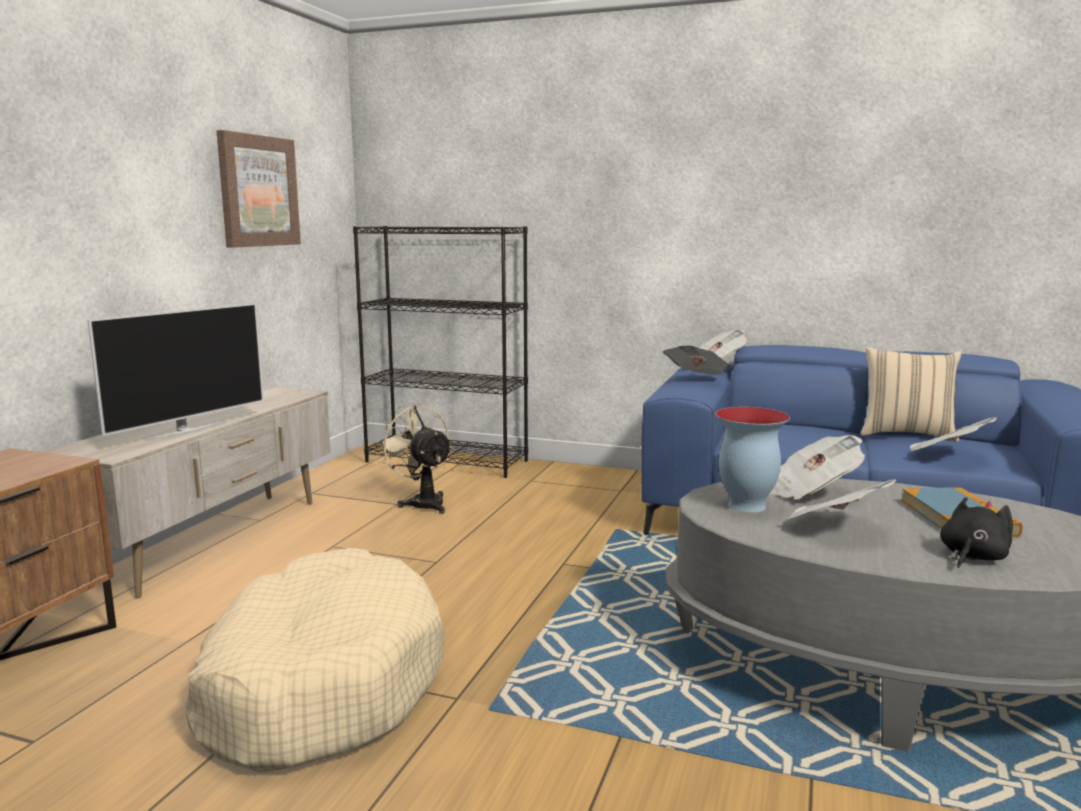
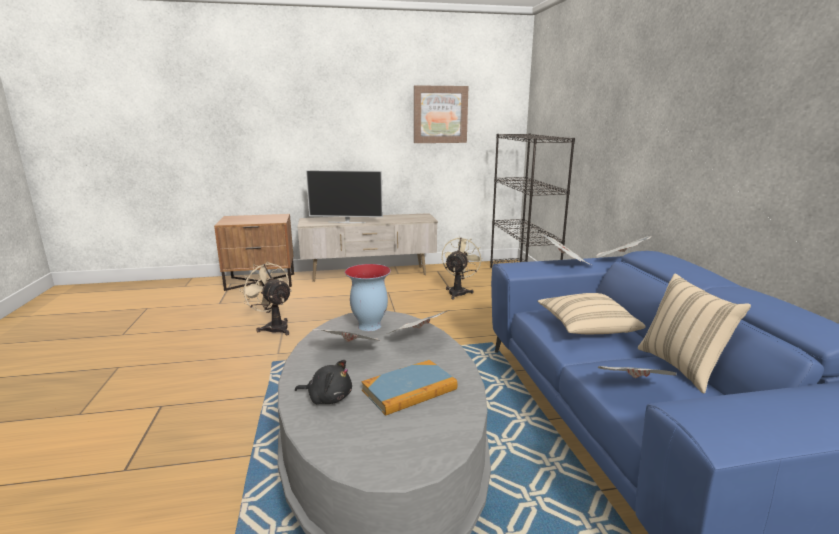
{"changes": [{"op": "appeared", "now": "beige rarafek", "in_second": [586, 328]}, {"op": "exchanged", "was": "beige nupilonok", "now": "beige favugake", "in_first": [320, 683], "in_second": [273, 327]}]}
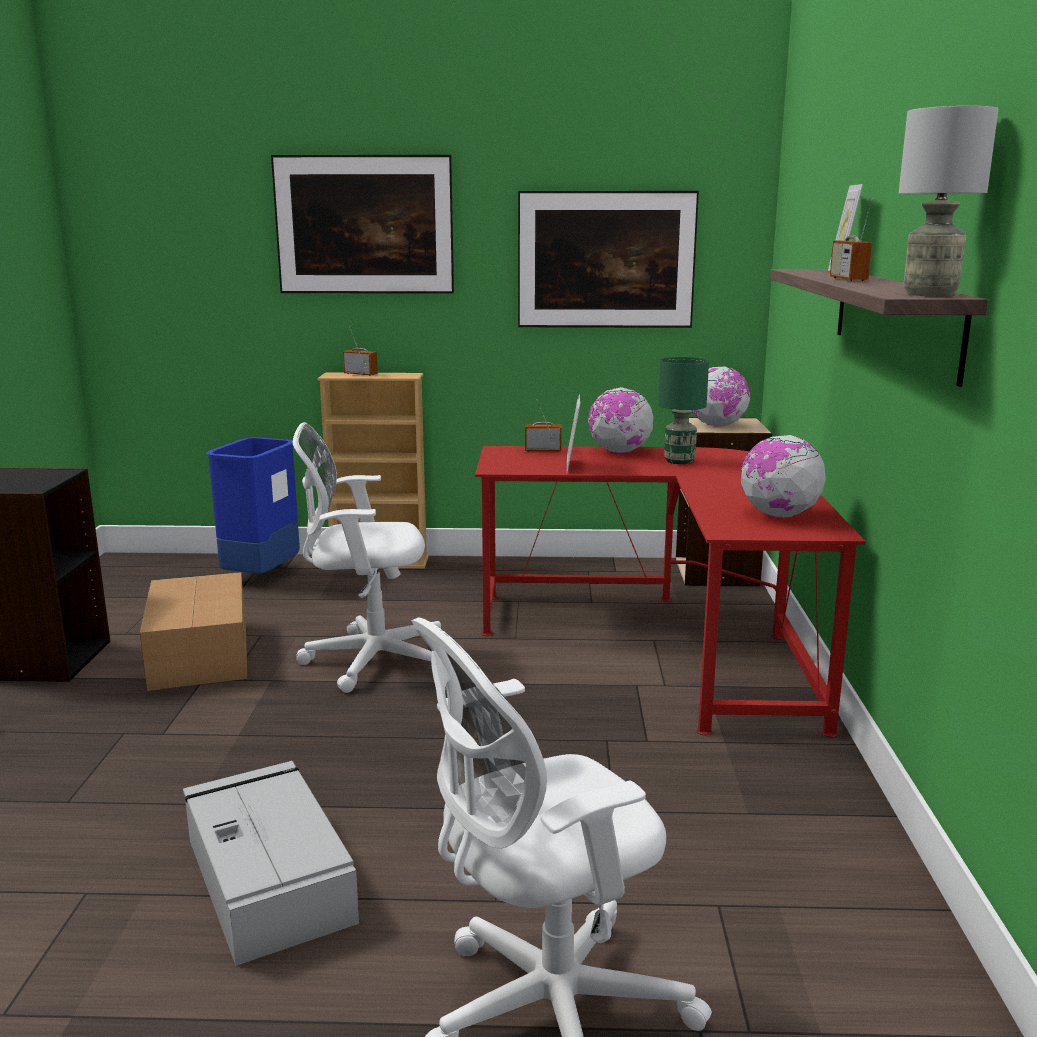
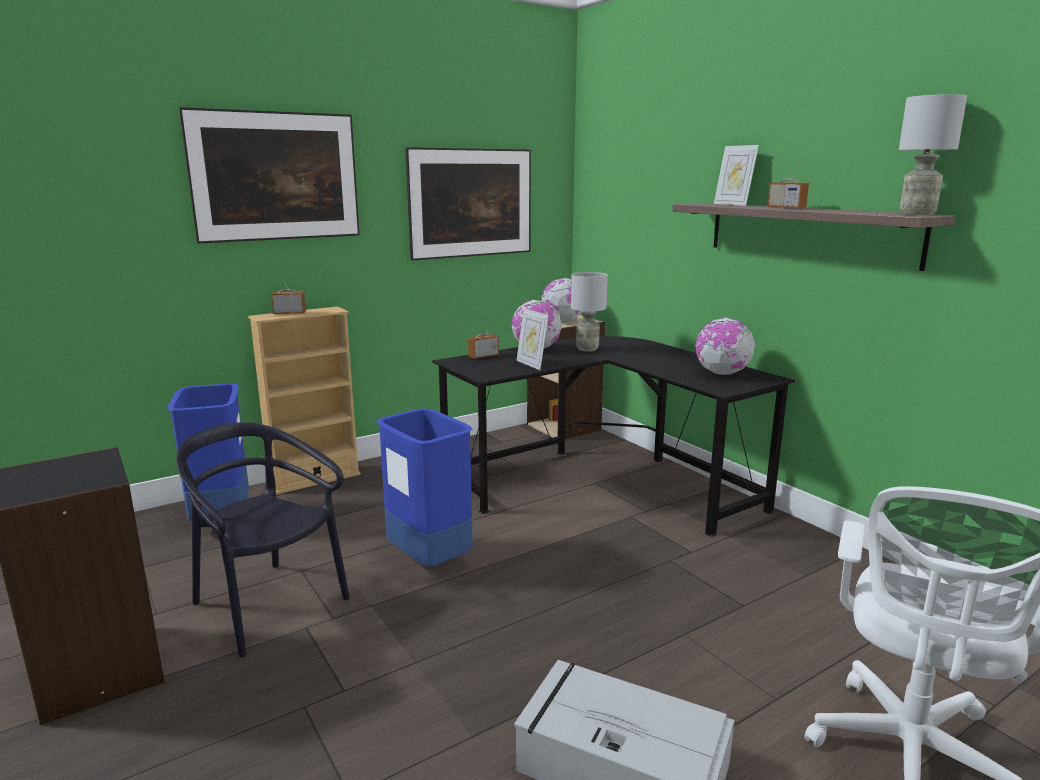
{"changes": [{"op": "exchanged", "was": "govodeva", "now": "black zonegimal", "in_first": [201, 653], "in_second": [268, 605]}, {"op": "exchanged", "was": "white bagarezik", "now": "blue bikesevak", "in_first": [370, 660], "in_second": [428, 560]}, {"op": "colour", "was": "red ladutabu", "now": "black ladutabu", "in_first": [666, 641], "in_second": [603, 481]}, {"op": "colour", "was": "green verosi", "now": "grey verosi", "in_first": [680, 461], "in_second": [587, 349]}]}
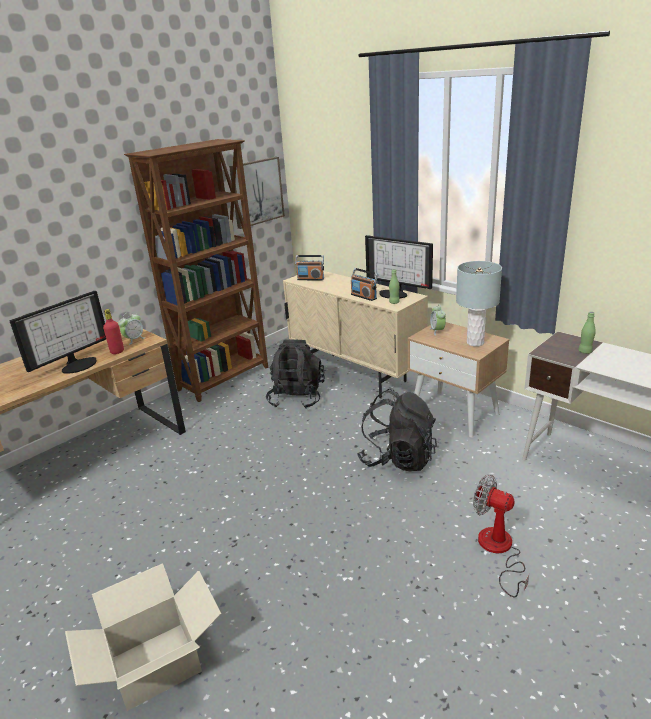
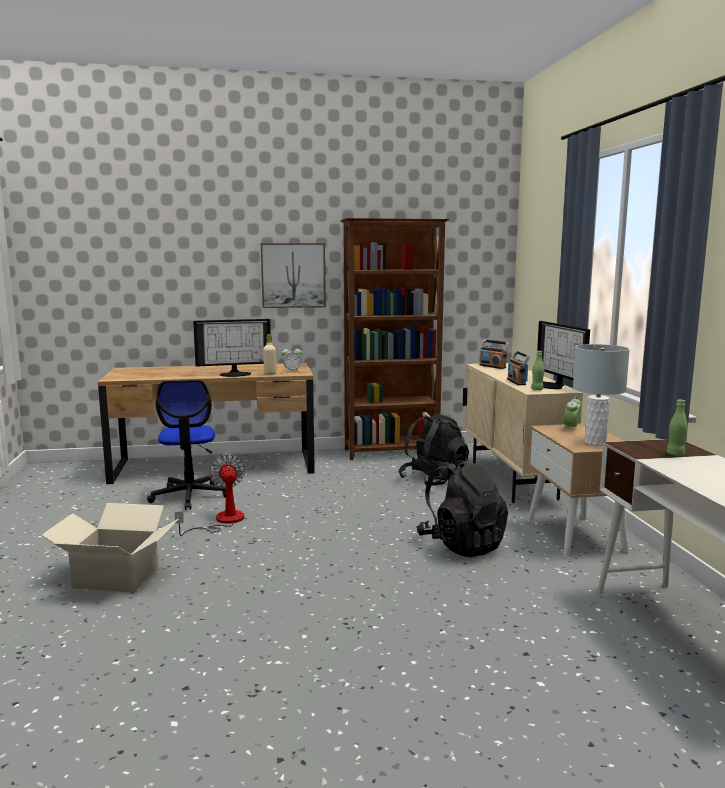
{"changes": [{"op": "appeared", "now": "bagarezik", "in_second": [190, 496]}, {"op": "relocated", "was": "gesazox", "in_first": [257, 192], "in_second": [293, 275]}, {"op": "relocated", "was": "favugake", "in_first": [498, 550], "in_second": [222, 521]}, {"op": "colour", "was": "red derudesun", "now": "beige derudesun", "in_first": [117, 351], "in_second": [270, 374]}]}
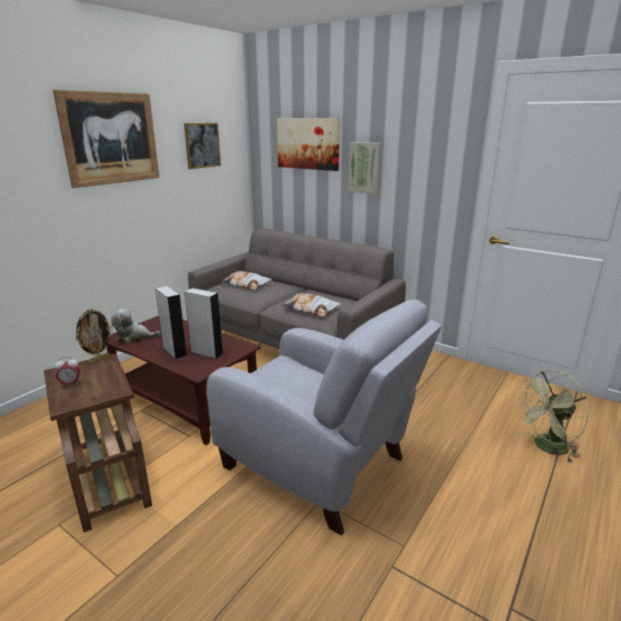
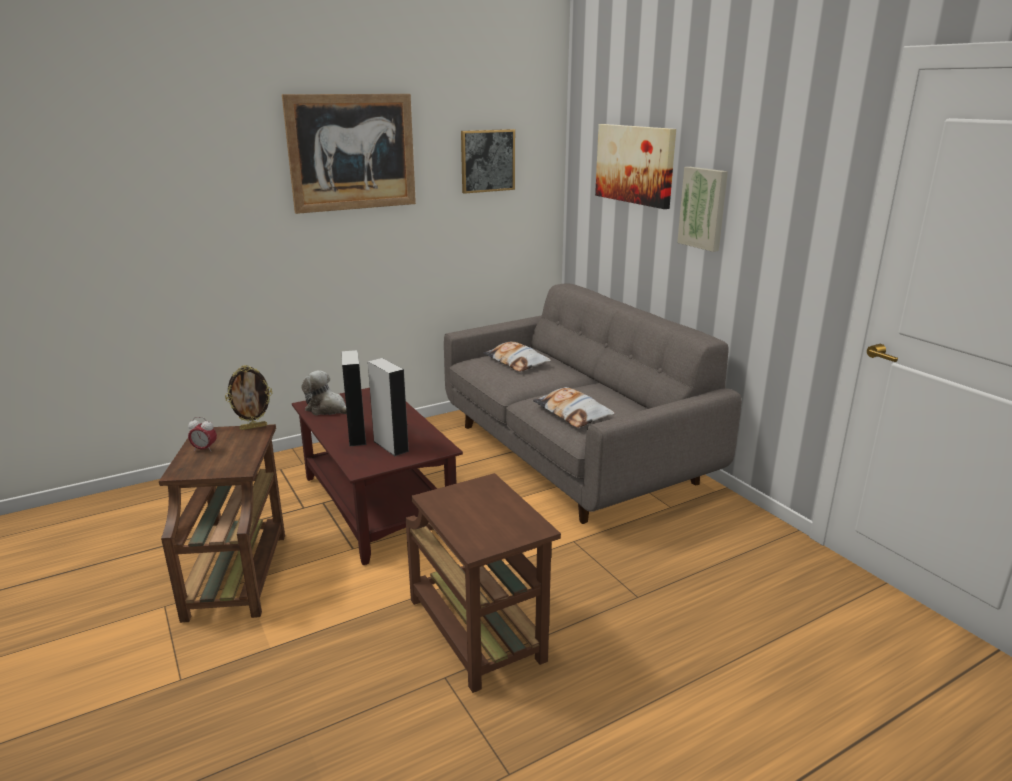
{"changes": [{"op": "missing", "was": "green favugake", "in_first": [546, 448]}, {"op": "exchanged", "was": "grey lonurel", "now": "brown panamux", "in_first": [319, 465], "in_second": [477, 633]}]}
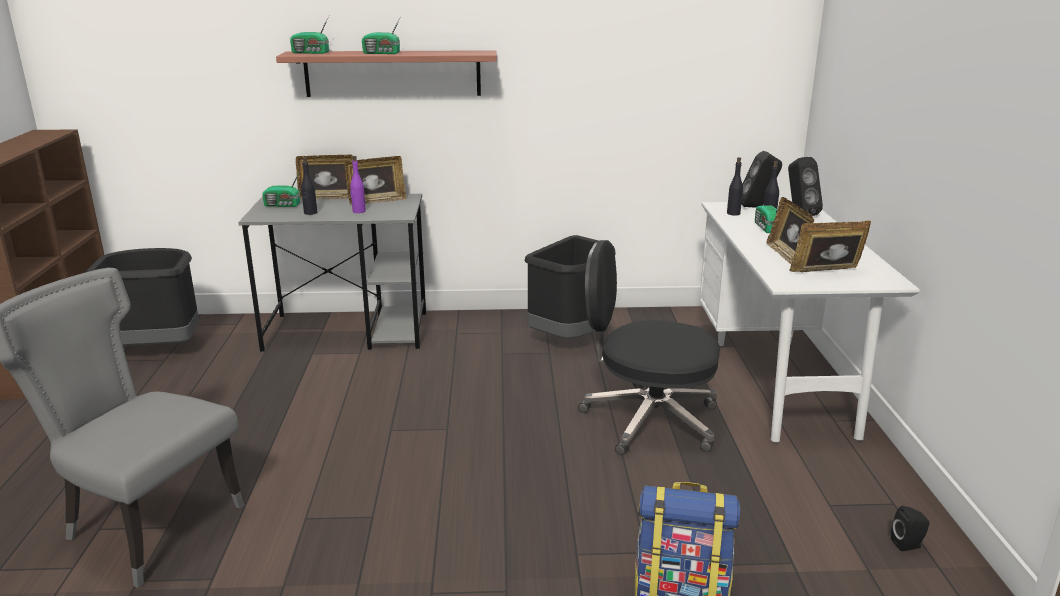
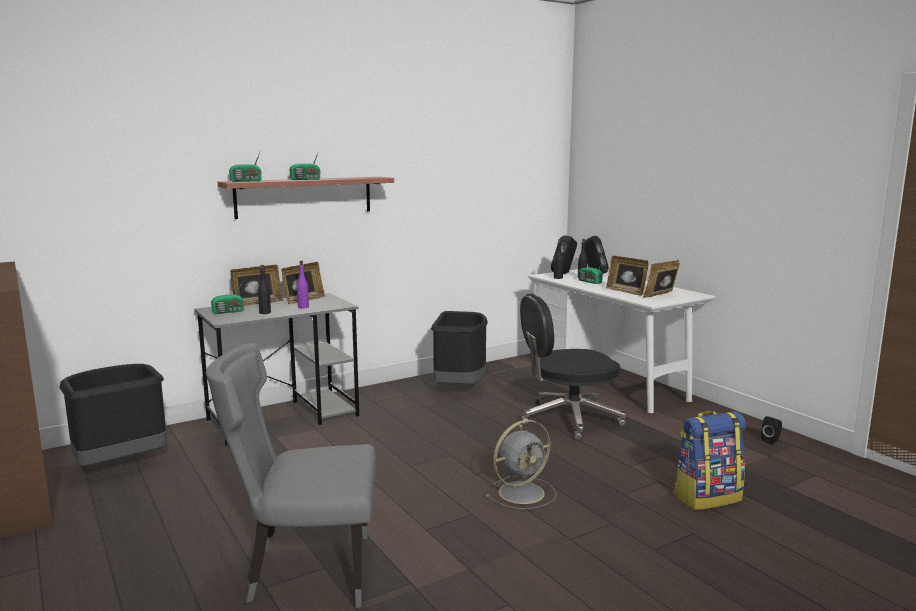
{"changes": [{"op": "appeared", "now": "grey favugake", "in_second": [523, 492]}]}
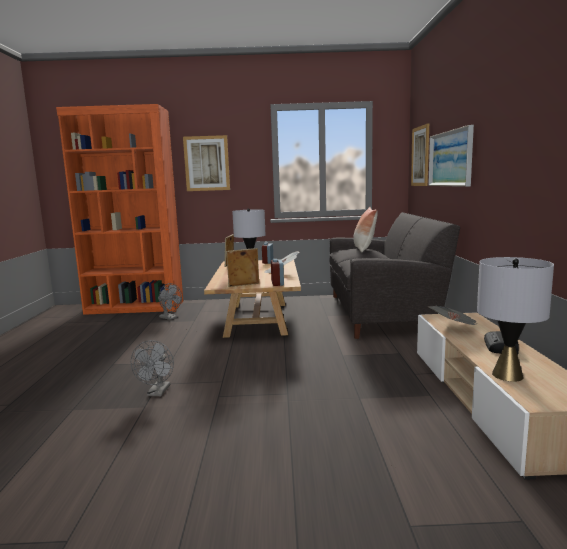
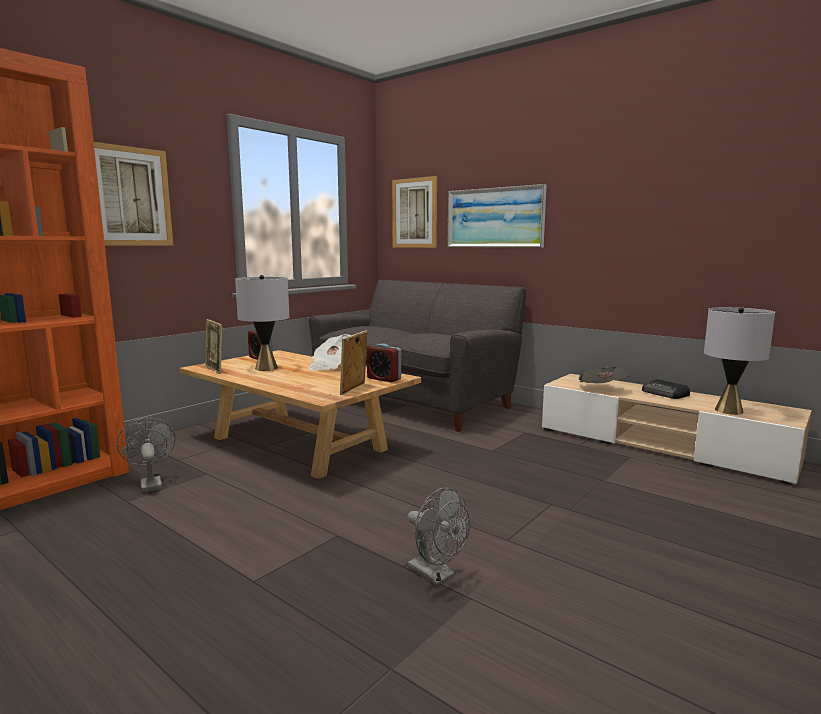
{"changes": [{"op": "missing", "was": "rarafek", "in_first": [364, 249]}, {"op": "spun", "was": "grey favugake", "in_first": [170, 318], "in_second": [150, 483], "clockwise": -105}]}
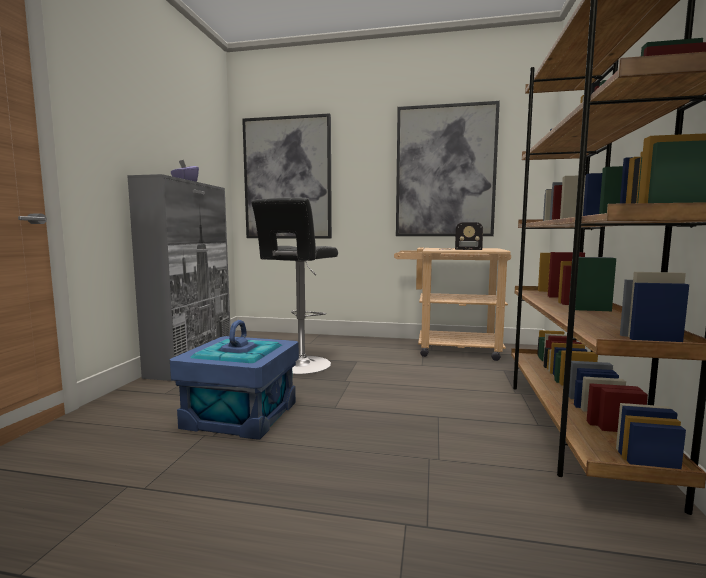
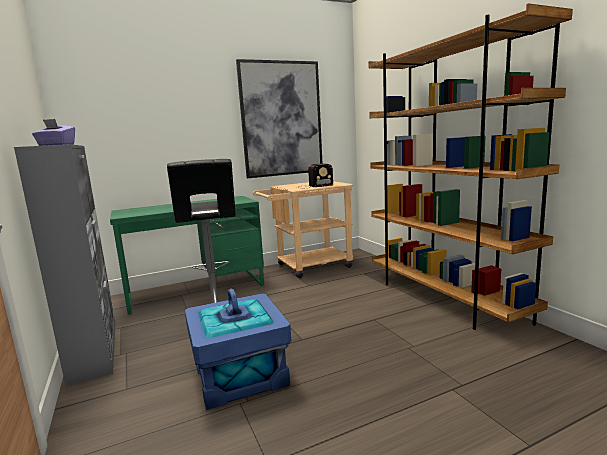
{"changes": [{"op": "missing", "was": "gesazox", "in_first": [287, 178]}, {"op": "appeared", "now": "green ladutabu", "in_second": [196, 290]}]}
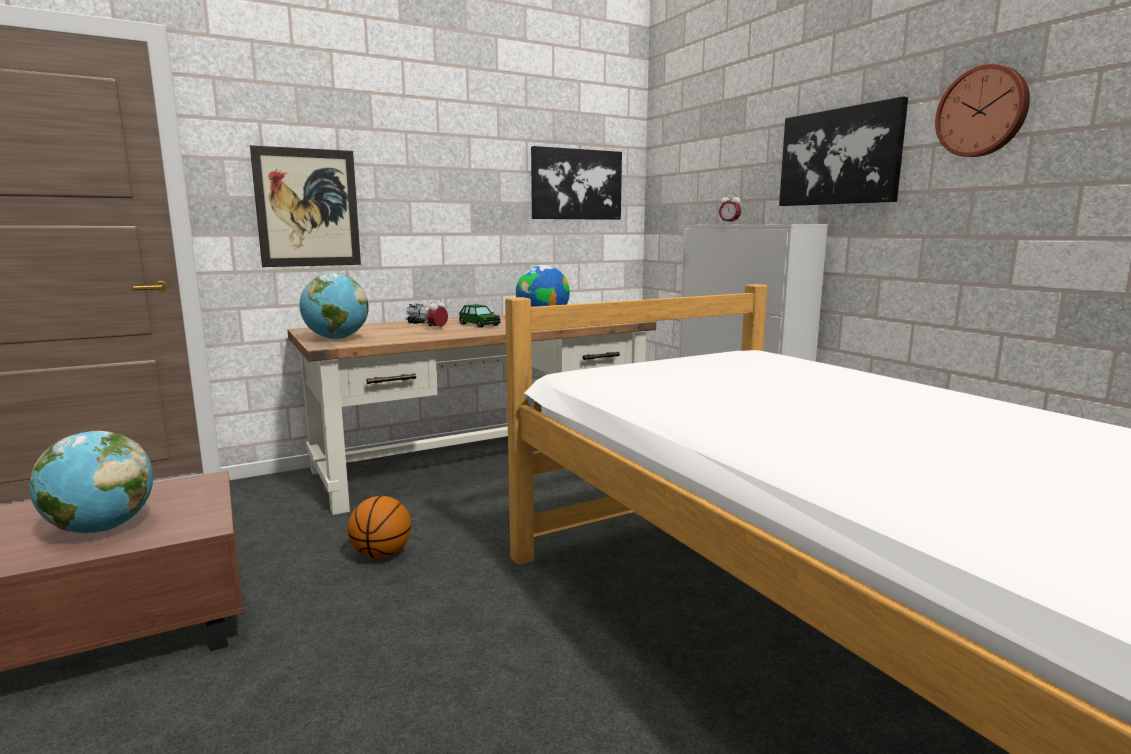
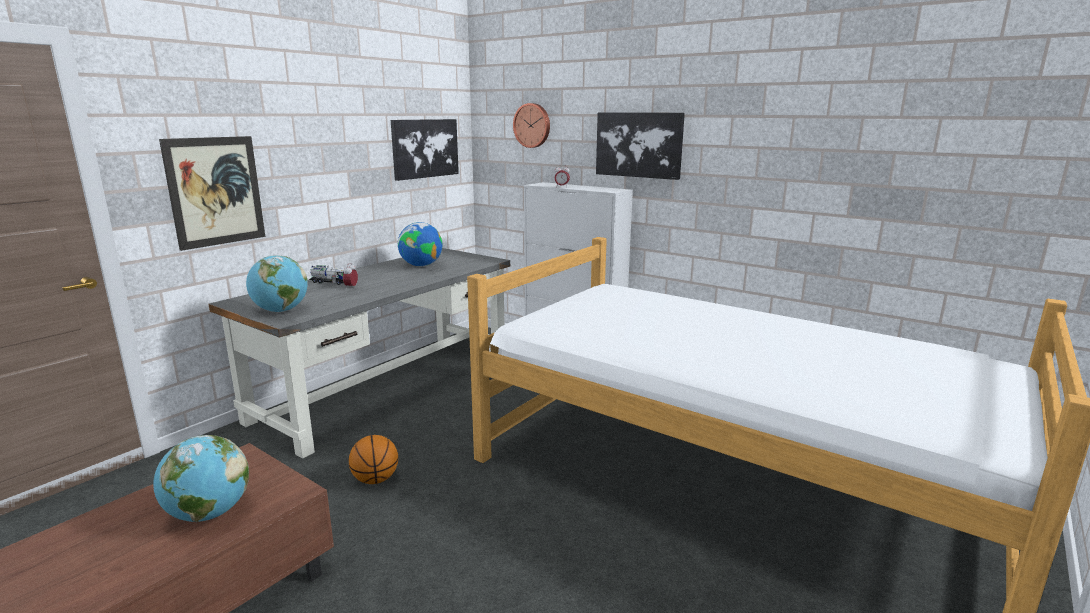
{"changes": [{"op": "missing", "was": "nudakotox", "in_first": [479, 325]}, {"op": "relocated", "was": "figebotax", "in_first": [983, 112], "in_second": [532, 125]}, {"op": "colour", "was": "brown ladutabu", "now": "grey ladutabu", "in_first": [484, 461], "in_second": [388, 387]}]}
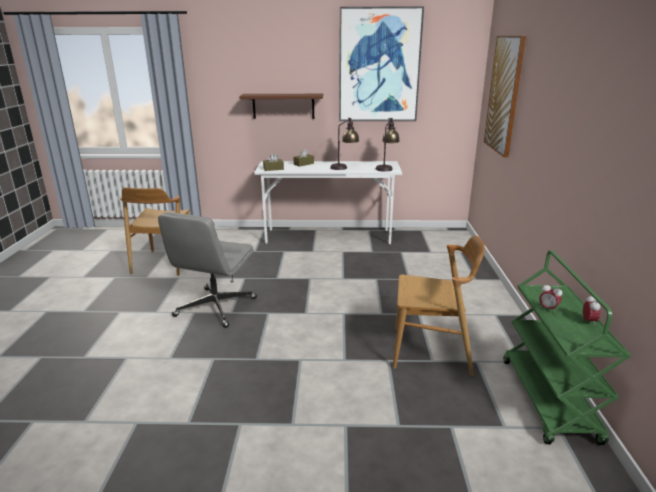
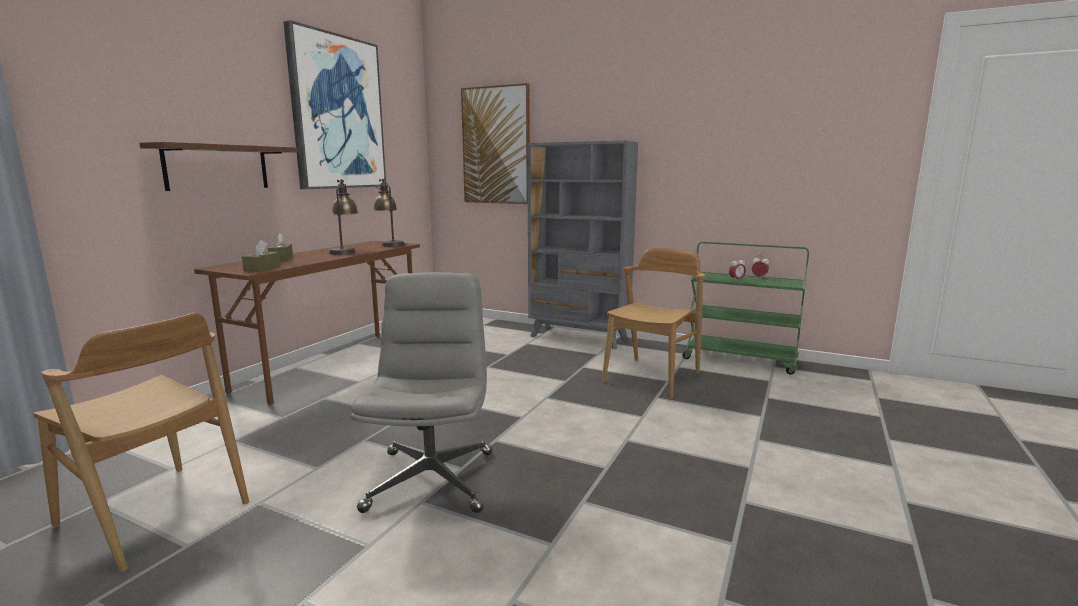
{"changes": [{"op": "appeared", "now": "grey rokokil", "in_second": [579, 337]}, {"op": "colour", "was": "white ladutabu", "now": "brown ladutabu", "in_first": [328, 236], "in_second": [333, 365]}, {"op": "spun", "was": "grey bagarezik", "in_first": [215, 308], "in_second": [431, 479], "clockwise": -135}]}
